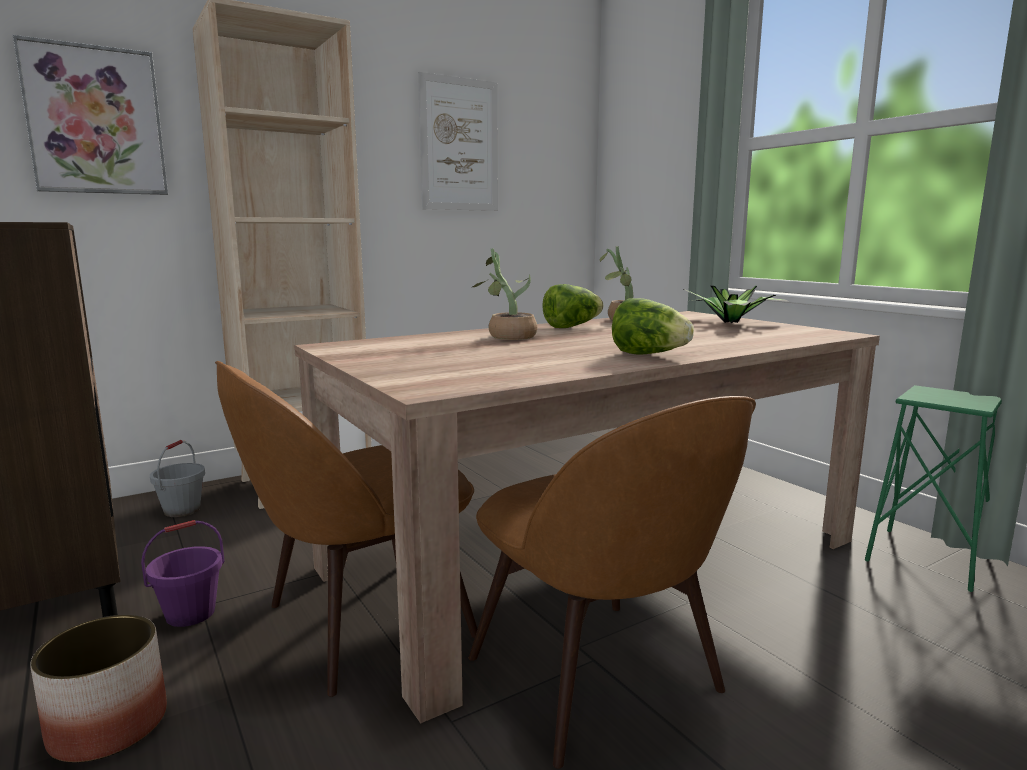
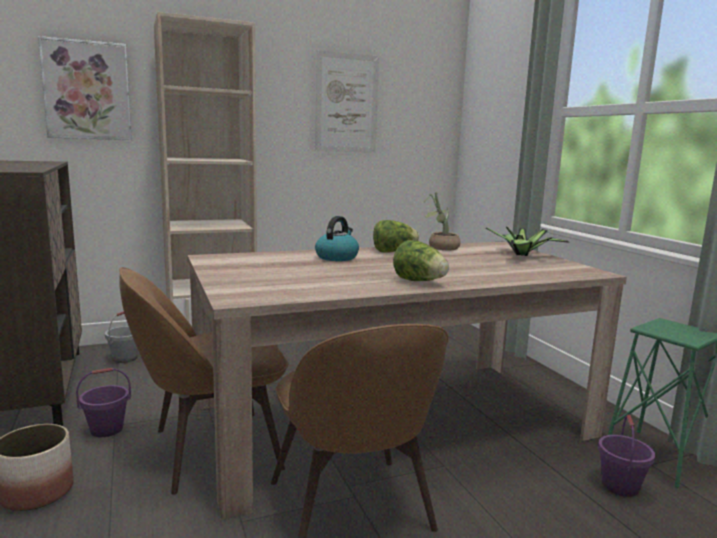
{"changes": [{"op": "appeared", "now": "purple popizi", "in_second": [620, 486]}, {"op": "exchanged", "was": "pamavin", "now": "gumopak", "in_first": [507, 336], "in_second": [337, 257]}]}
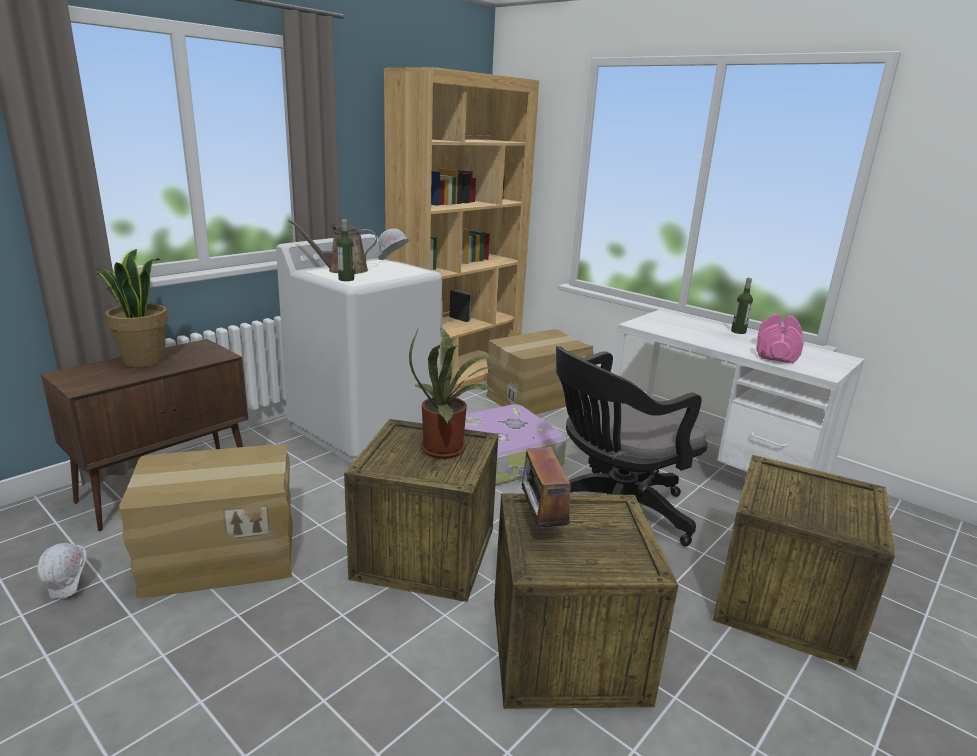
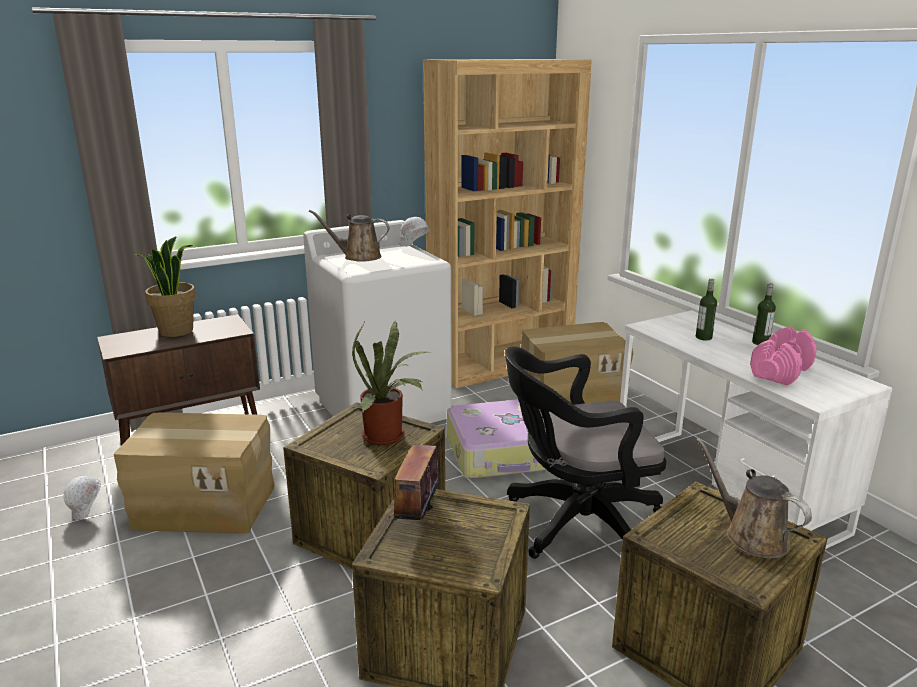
{"changes": [{"op": "appeared", "now": "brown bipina", "in_second": [751, 536]}, {"op": "relocated", "was": "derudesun", "in_first": [346, 279], "in_second": [703, 337]}]}
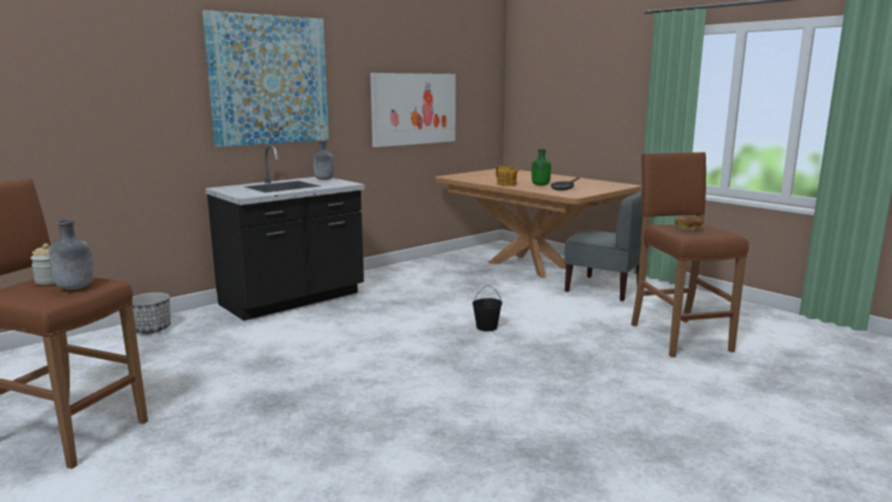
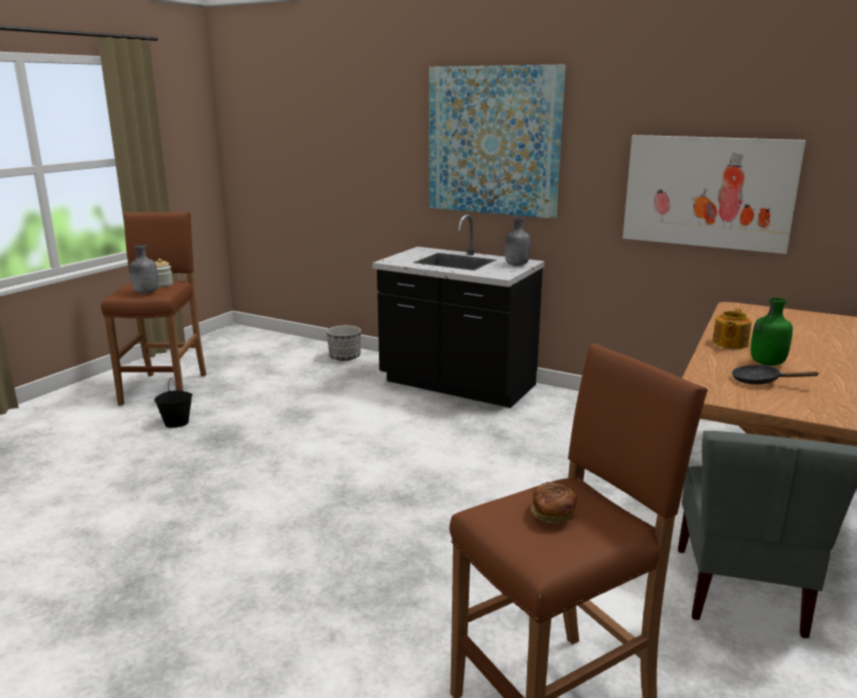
{"changes": [{"op": "relocated", "was": "black popizi", "in_first": [486, 327], "in_second": [177, 423]}]}
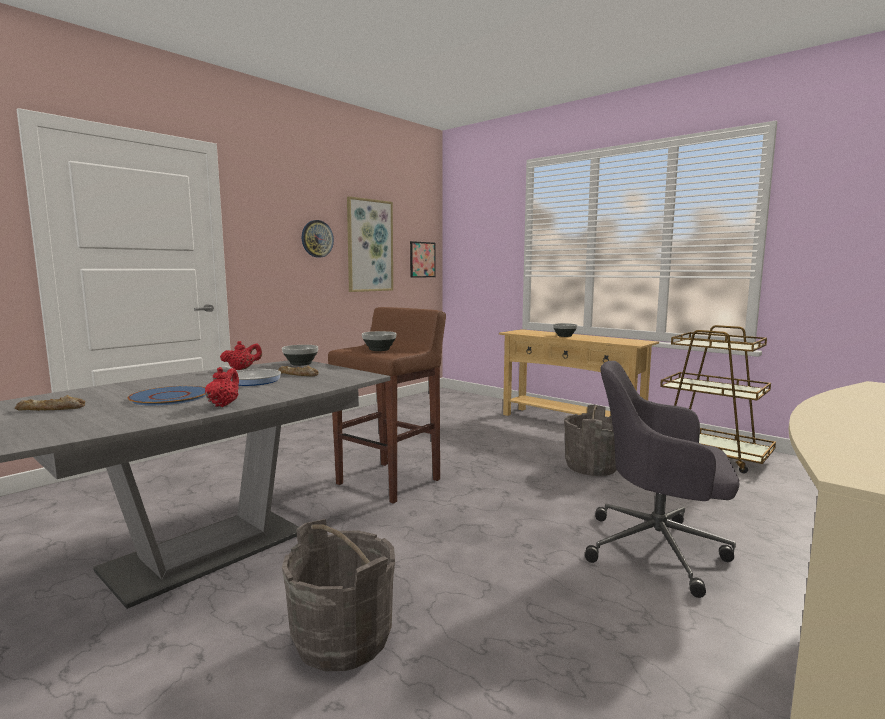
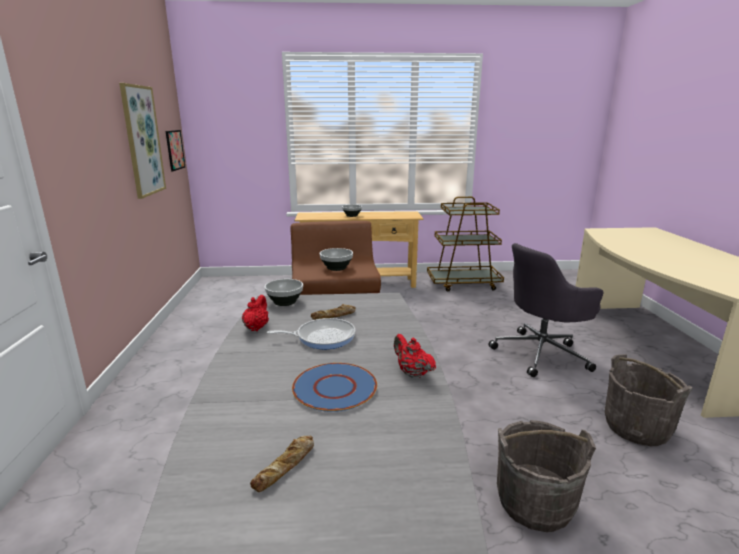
{"changes": [{"op": "missing", "was": "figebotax", "in_first": [317, 239]}, {"op": "relocated", "was": "grey popizi", "in_first": [592, 467], "in_second": [637, 427]}]}
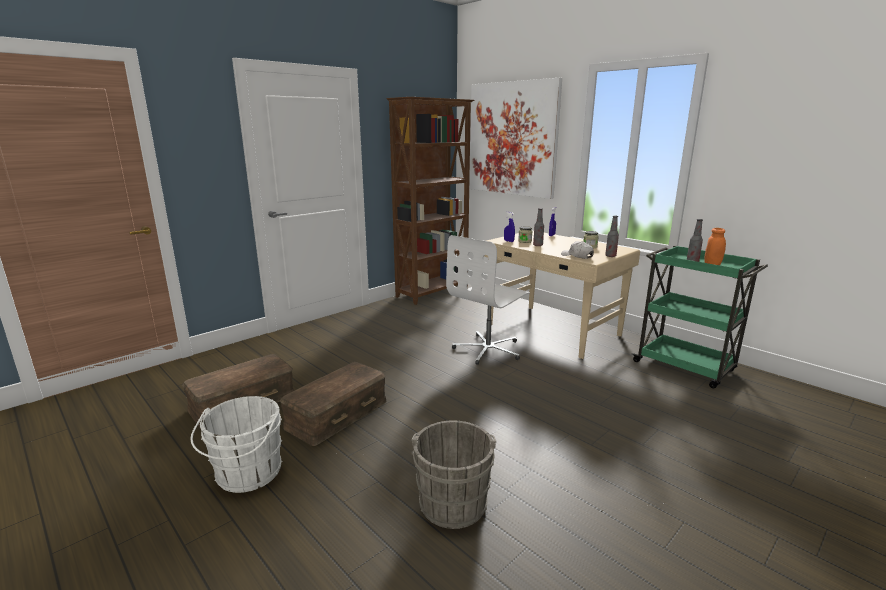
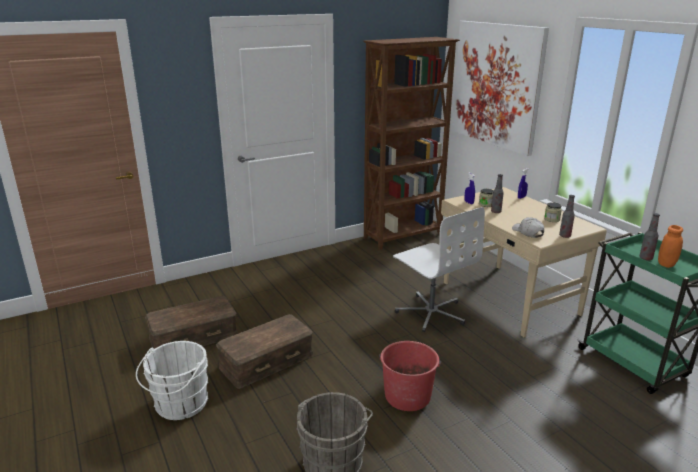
{"changes": [{"op": "appeared", "now": "red popizi", "in_second": [407, 395]}, {"op": "spun", "was": "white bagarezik", "in_first": [488, 349], "in_second": [431, 313], "clockwise": -90}]}
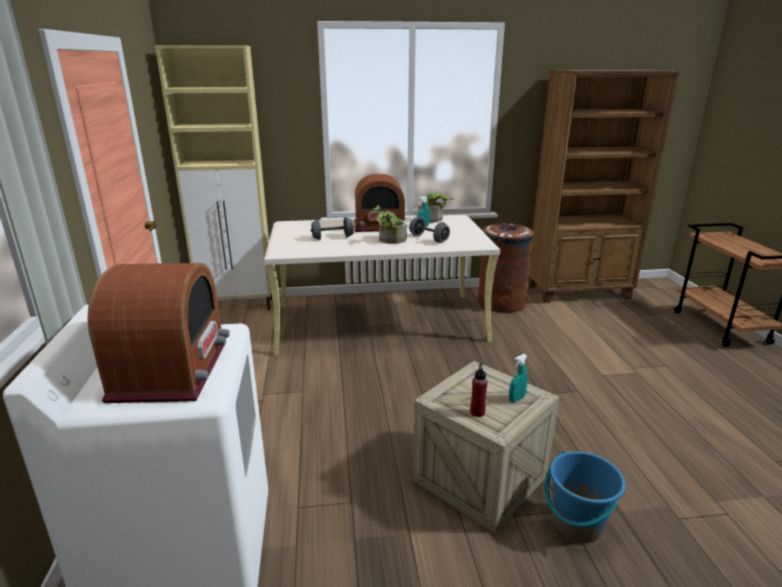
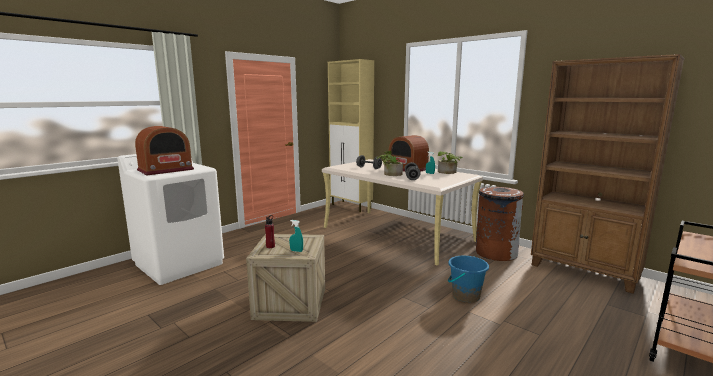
{"changes": [{"op": "relocated", "was": "blue popizi", "in_first": [577, 524], "in_second": [465, 296]}]}
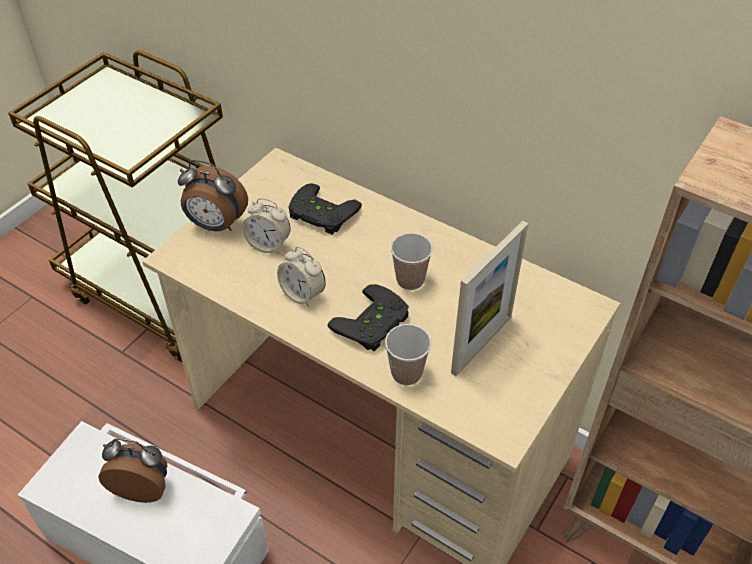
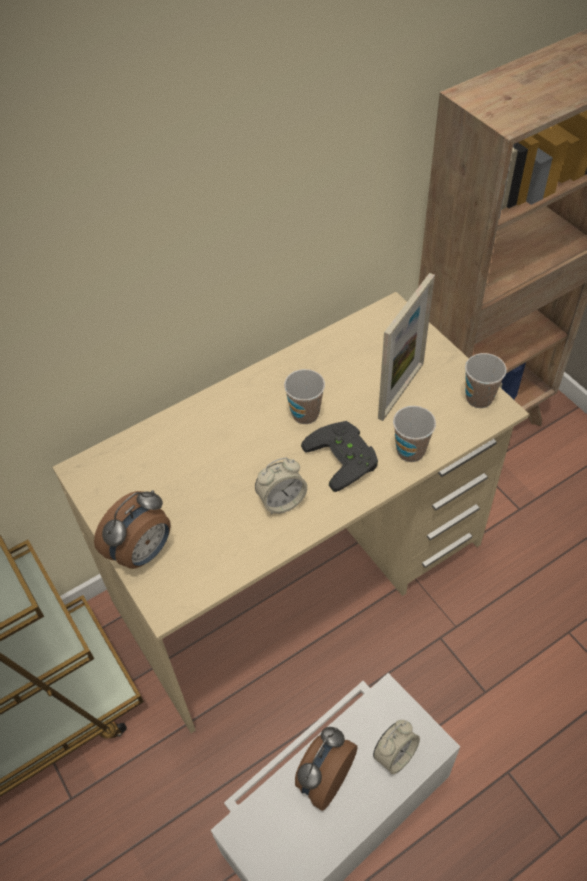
{"changes": [{"op": "missing", "was": "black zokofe", "in_first": [320, 215]}, {"op": "appeared", "now": "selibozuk", "in_second": [479, 398]}, {"op": "relocated", "was": "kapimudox", "in_first": [268, 244], "in_second": [395, 755]}, {"op": "spun", "was": "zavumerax", "in_first": [481, 344], "in_second": [401, 390], "clockwise": 60}]}
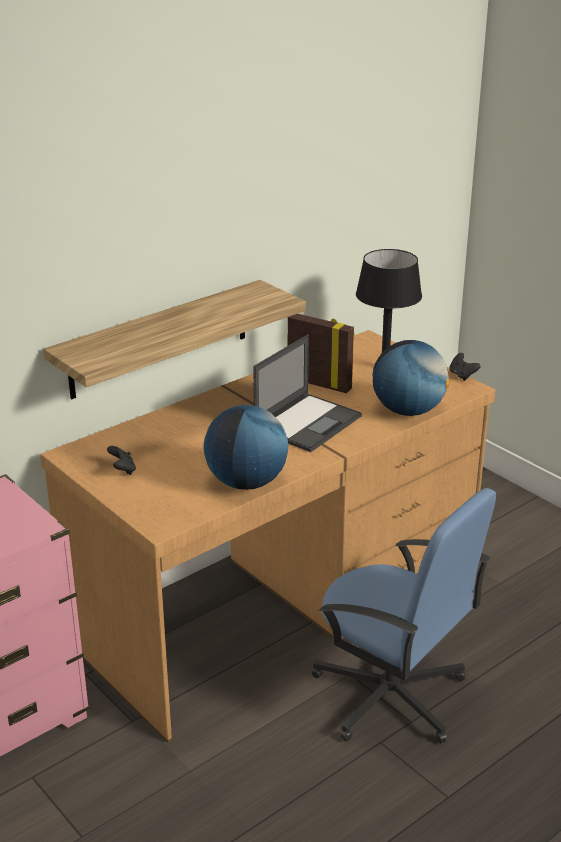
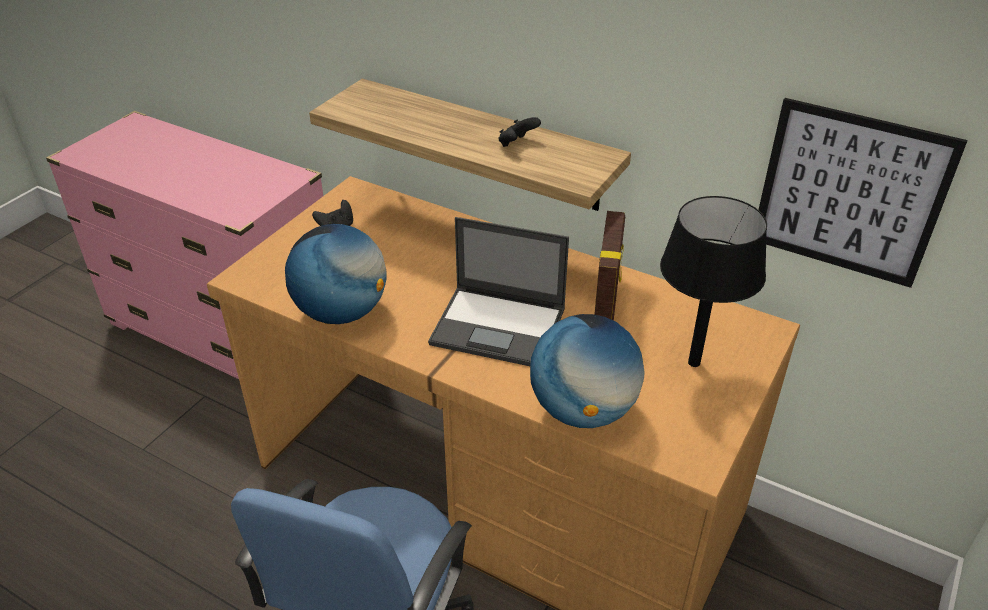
{"changes": [{"op": "appeared", "now": "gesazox", "in_second": [849, 193]}, {"op": "relocated", "was": "black zokofe", "in_first": [462, 376], "in_second": [517, 144]}]}
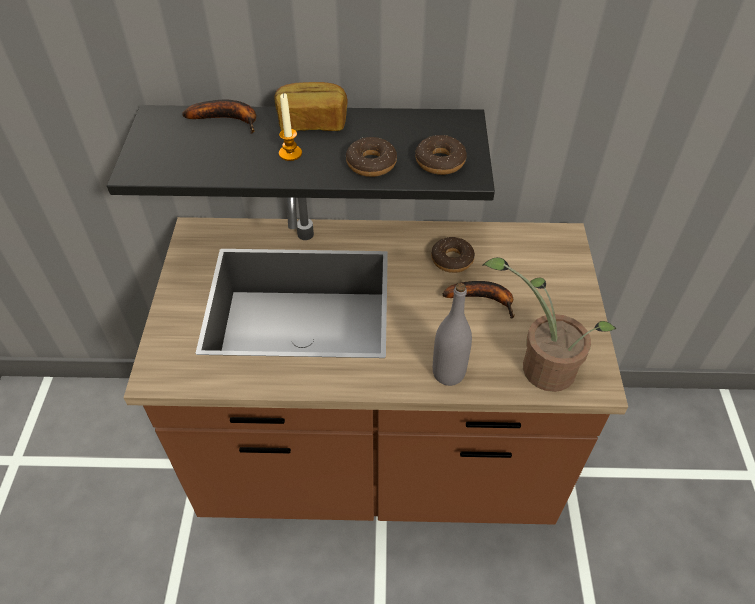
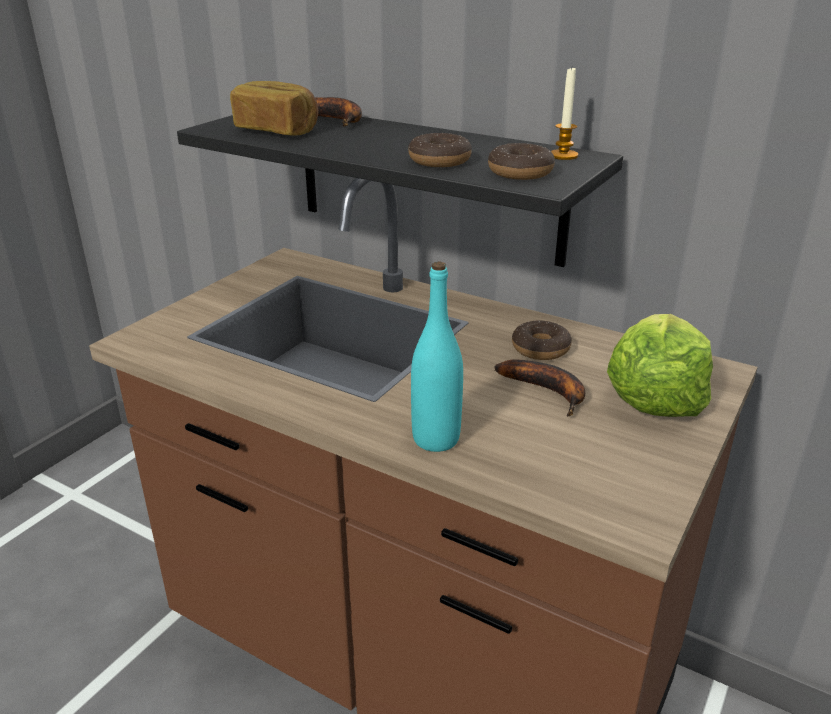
{"changes": [{"op": "missing", "was": "pamavin", "in_first": [541, 365]}, {"op": "appeared", "now": "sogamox", "in_second": [655, 395]}, {"op": "relocated", "was": "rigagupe", "in_first": [312, 122], "in_second": [277, 130]}, {"op": "relocated", "was": "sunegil", "in_first": [290, 153], "in_second": [563, 155]}, {"op": "colour", "was": "grey derudesun", "now": "turquoise derudesun", "in_first": [448, 373], "in_second": [436, 439]}]}
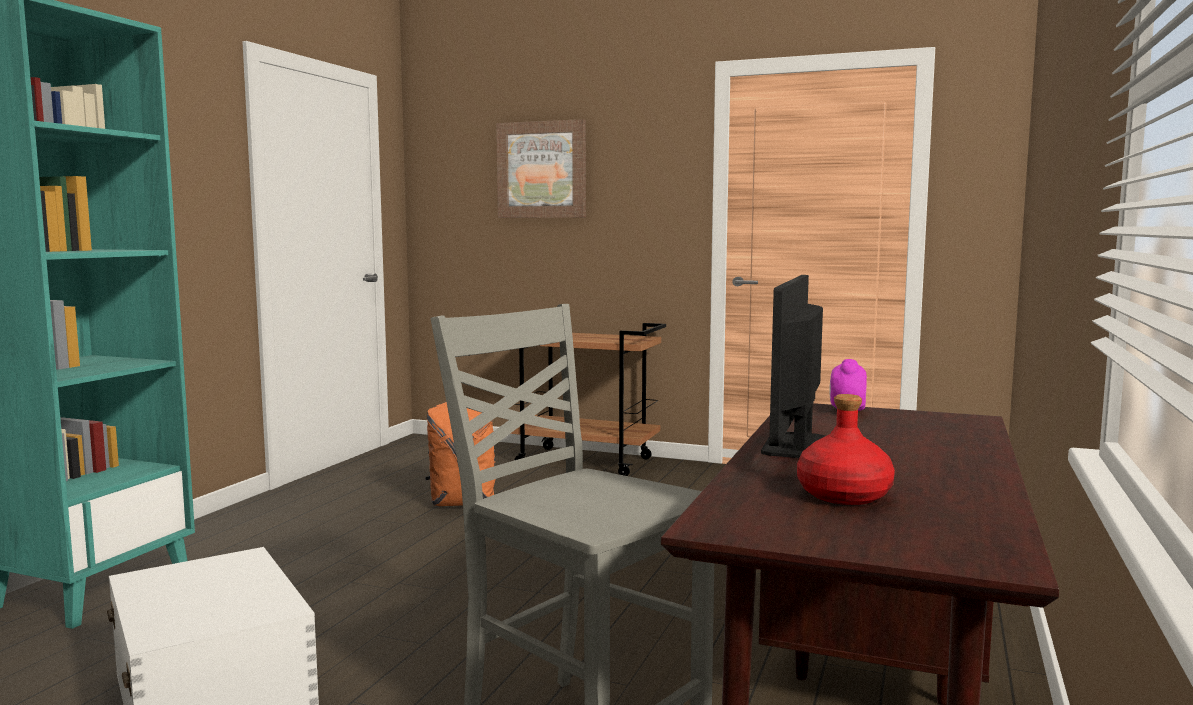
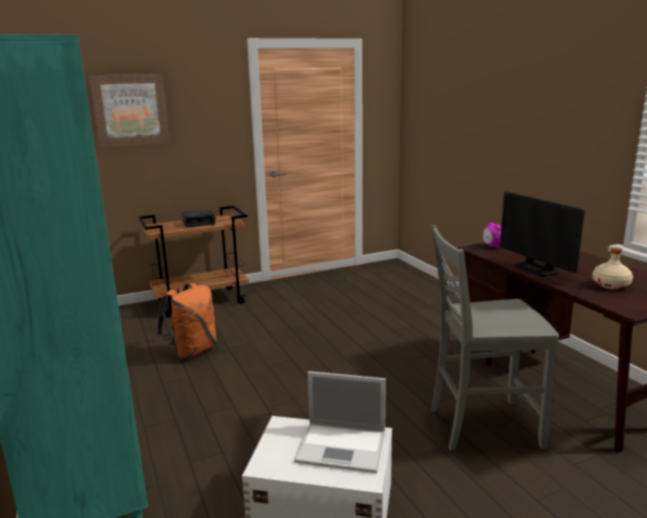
{"changes": [{"op": "appeared", "now": "kapimudox", "in_second": [199, 222]}, {"op": "appeared", "now": "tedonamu", "in_second": [343, 447]}, {"op": "colour", "was": "red derudesun", "now": "beige derudesun", "in_first": [842, 495], "in_second": [610, 285]}]}
